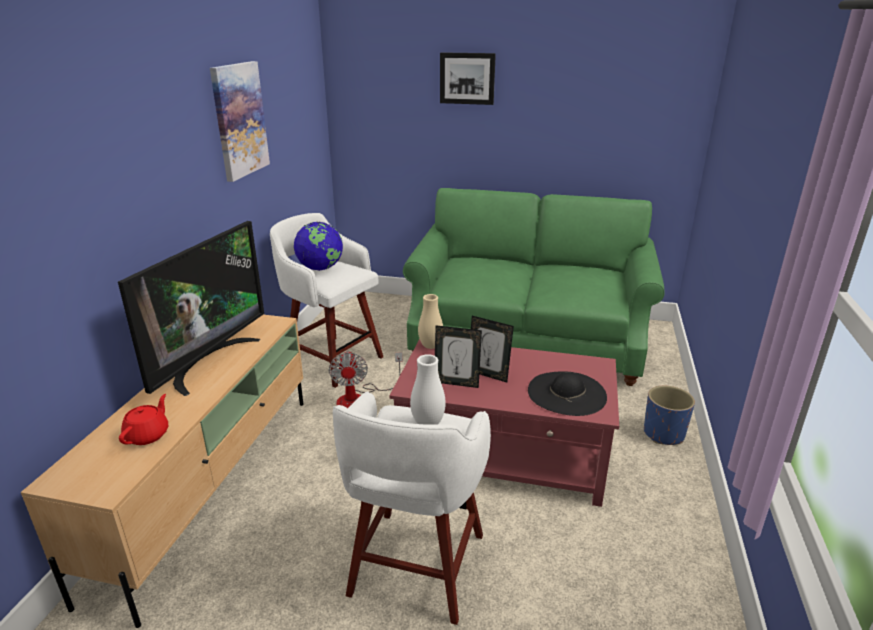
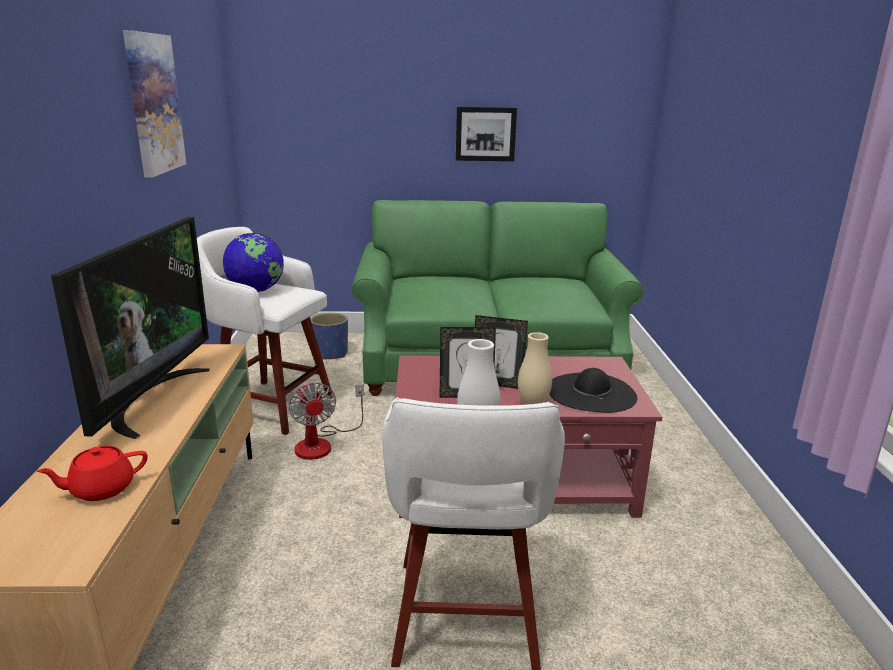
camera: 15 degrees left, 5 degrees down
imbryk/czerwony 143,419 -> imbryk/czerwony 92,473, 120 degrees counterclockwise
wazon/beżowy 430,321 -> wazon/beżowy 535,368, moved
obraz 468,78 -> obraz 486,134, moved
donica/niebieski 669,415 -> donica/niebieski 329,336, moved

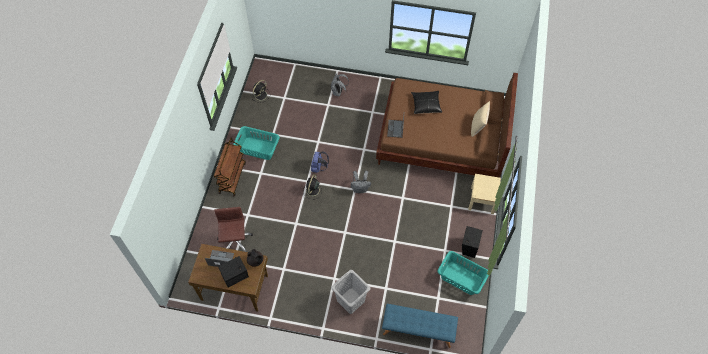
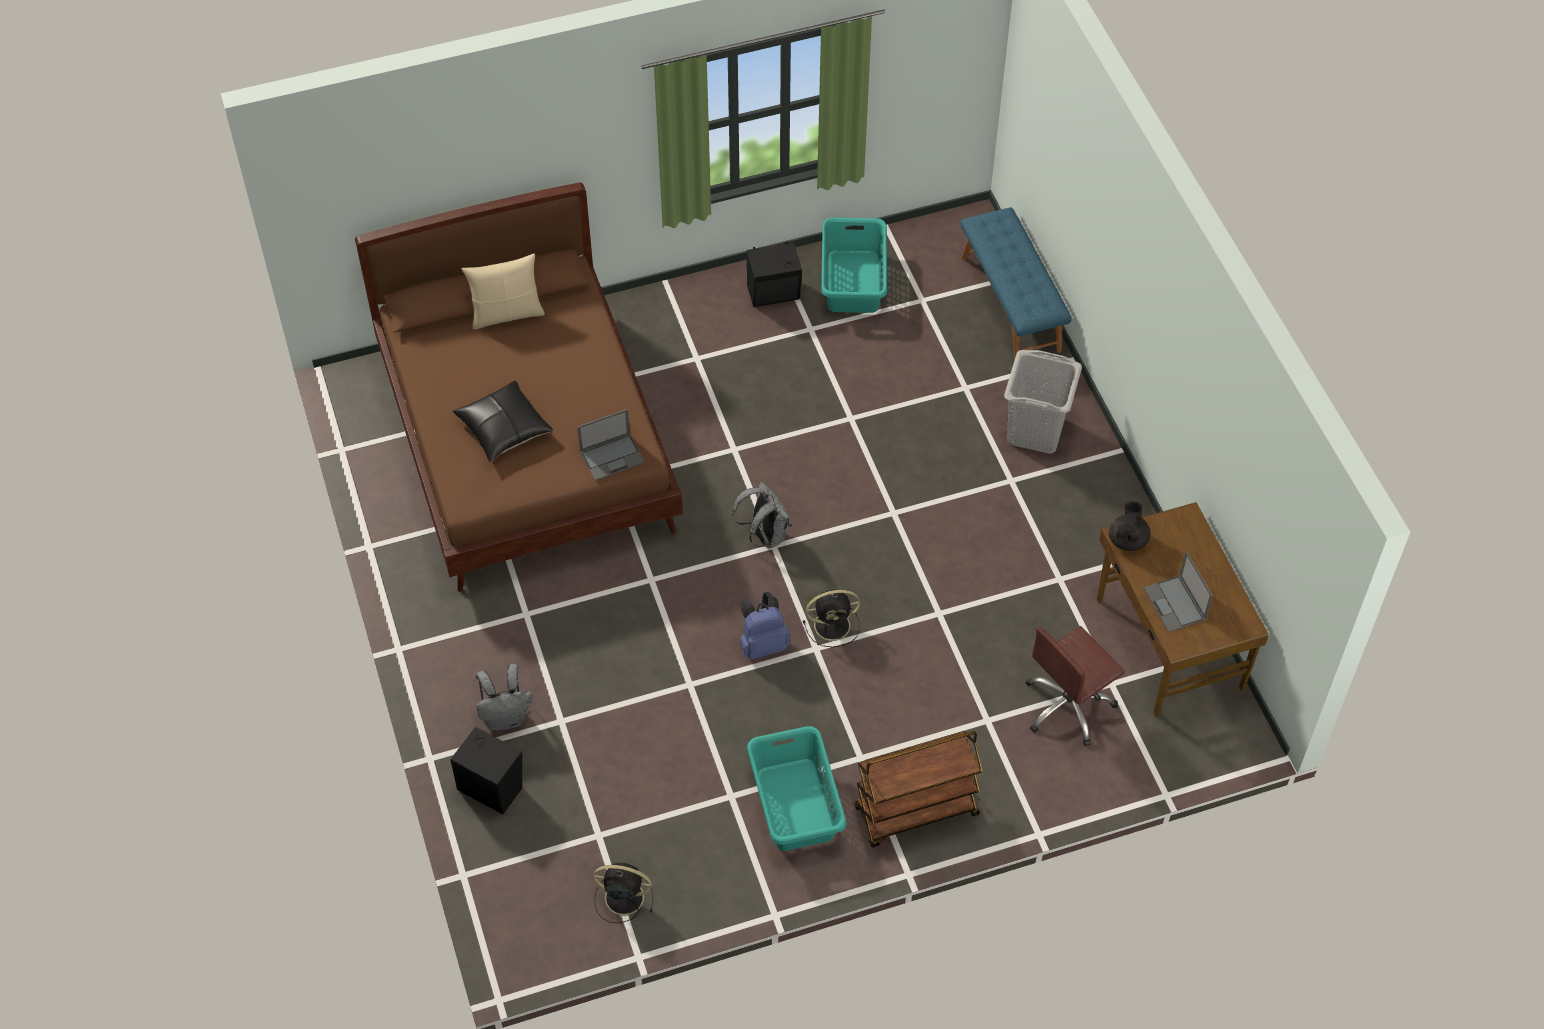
camera: 120 degrees left, 5 degrees down
głośnik/czarny 233,272 -> głośnik/czarny 486,771, moved
szafka nocna/beżowy 484,194 -> none

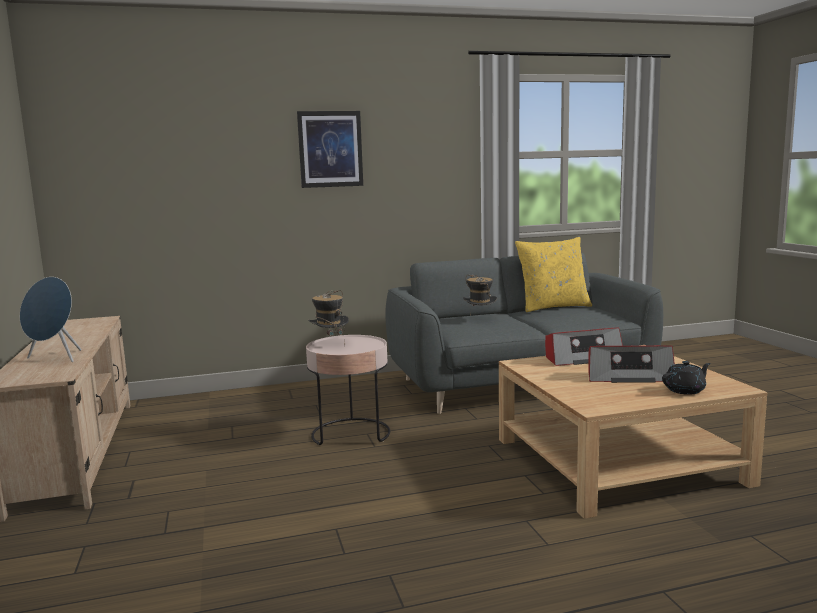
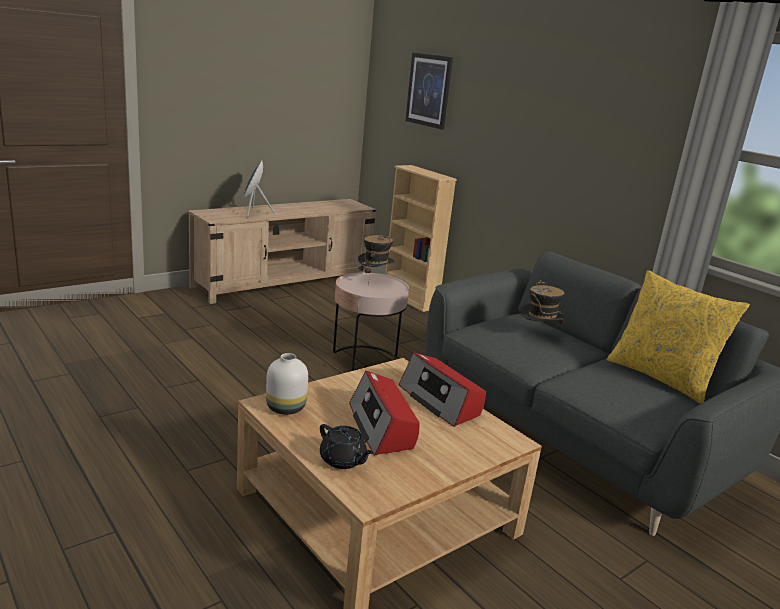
camera: 65 degrees right, 10 degrees up
obraz 330,149 -> obraz 429,91, moved
none -> wazon/biały 287,384
none -> regał/beżowy 421,238

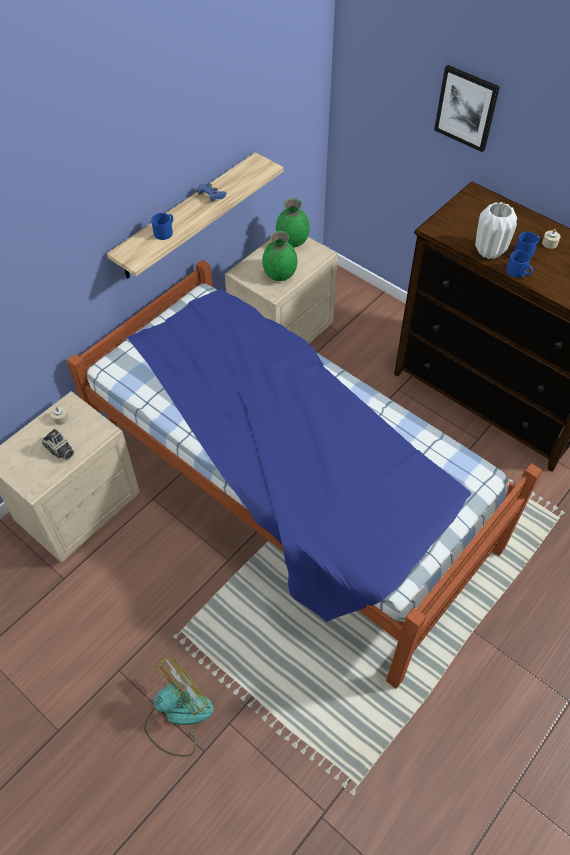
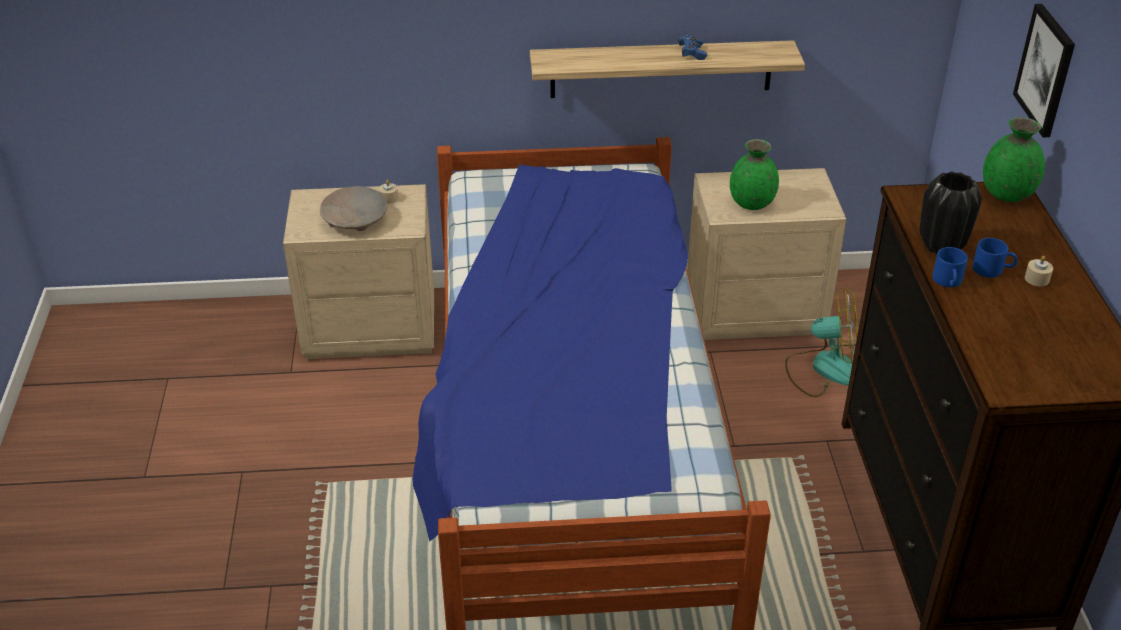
camera: 45 degrees right, 15 degrees down
aparat fotograficzny 58,444 -> miska/beżowy 354,208
wentylator 179,706 -> wentylator 821,342, moved
kubek/niebieski 162,226 -> none
wazon/zielony 293,223 -> wazon/zielony 1014,159, moved
wazon/biały 496,230 -> wazon/czarny 950,213

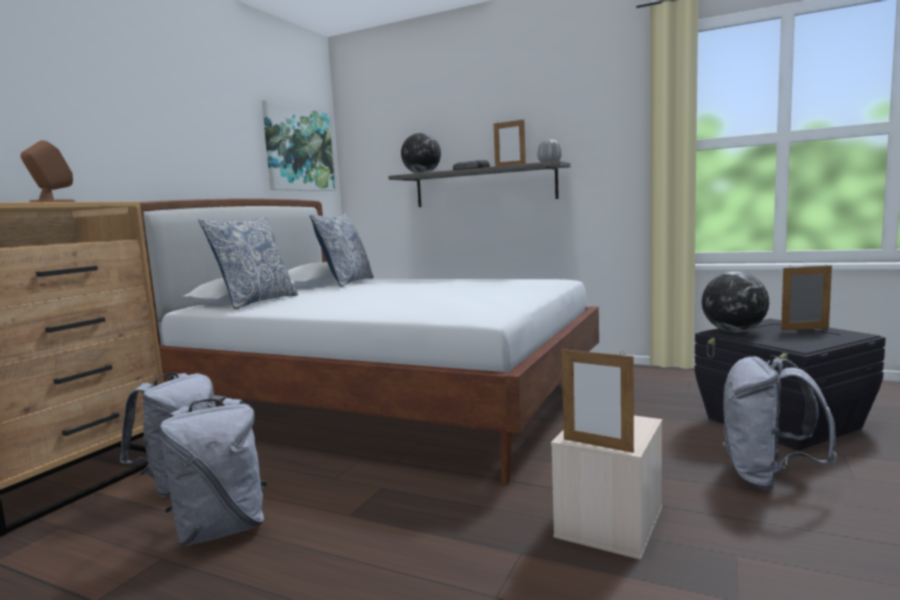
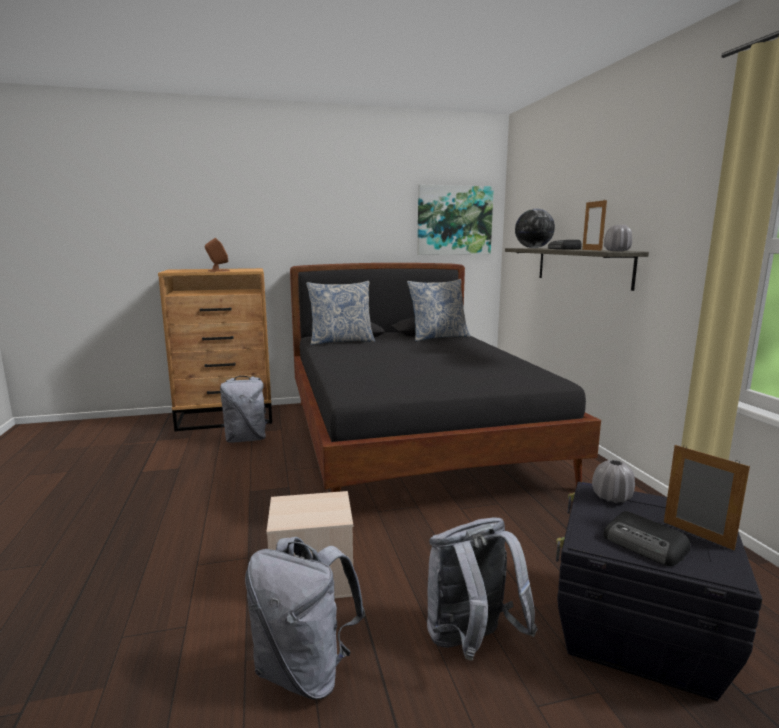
camera: 50 degrees right, 5 degrees up
łóżko/biały 369,341 -> łóżko/czarny 445,377
plecak/szary 213,472 -> plecak/szary 305,618, moved
ramka na zdjęcie 598,400 -> none
globus 735,302 -> wazon/szary 613,481
none -> radio 647,538

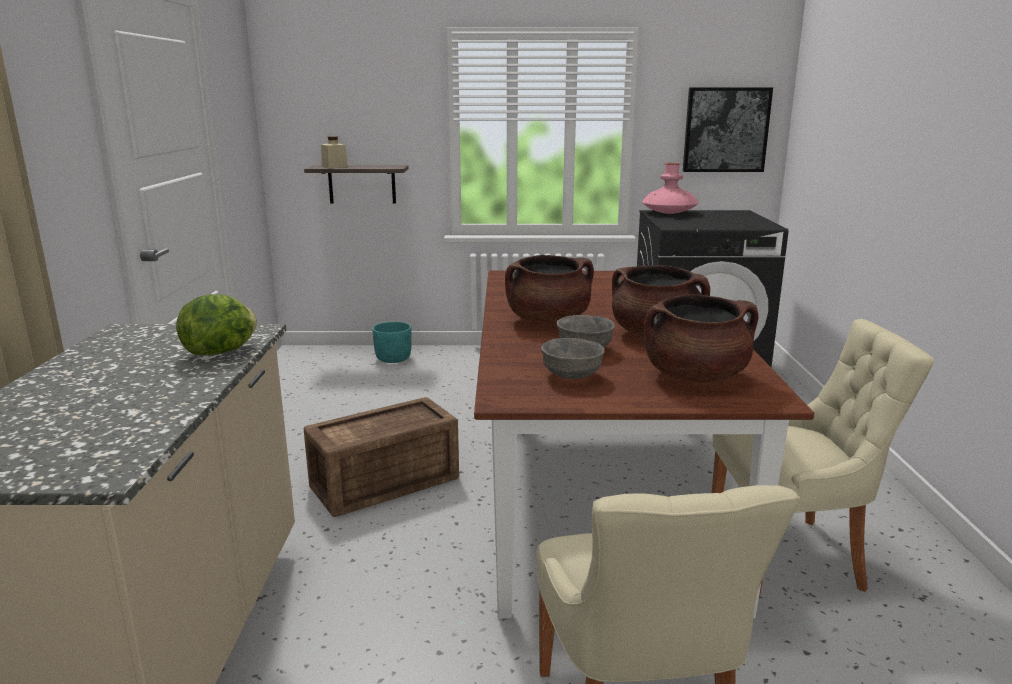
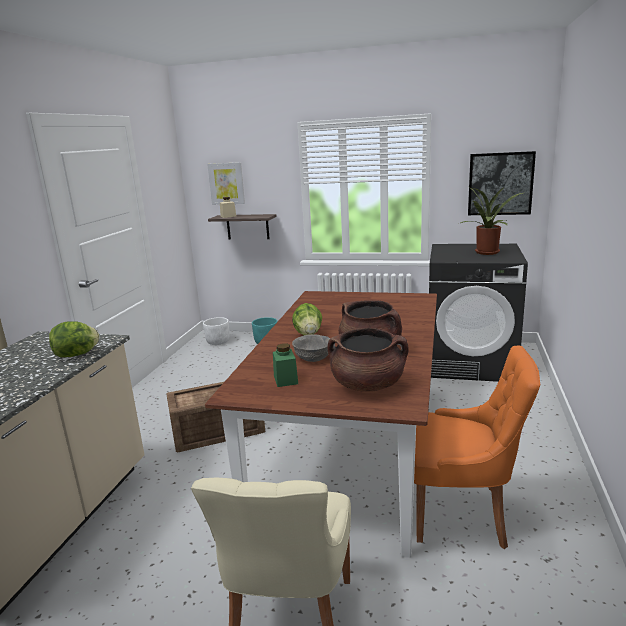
camera: 15 degrees right, 0 degrees up
garnek/brązowy 549,289 -> sałata 307,319
miska/szary 573,358 -> słoik/zielony 285,365
wazon/różowy 670,188 -> none
krzesło/beżowy 823,458 -> krzesło/pomarańczowy 477,447
none -> donica/biały 216,331
none -> obraz 226,183
none -> roślina doniczkowa 492,221

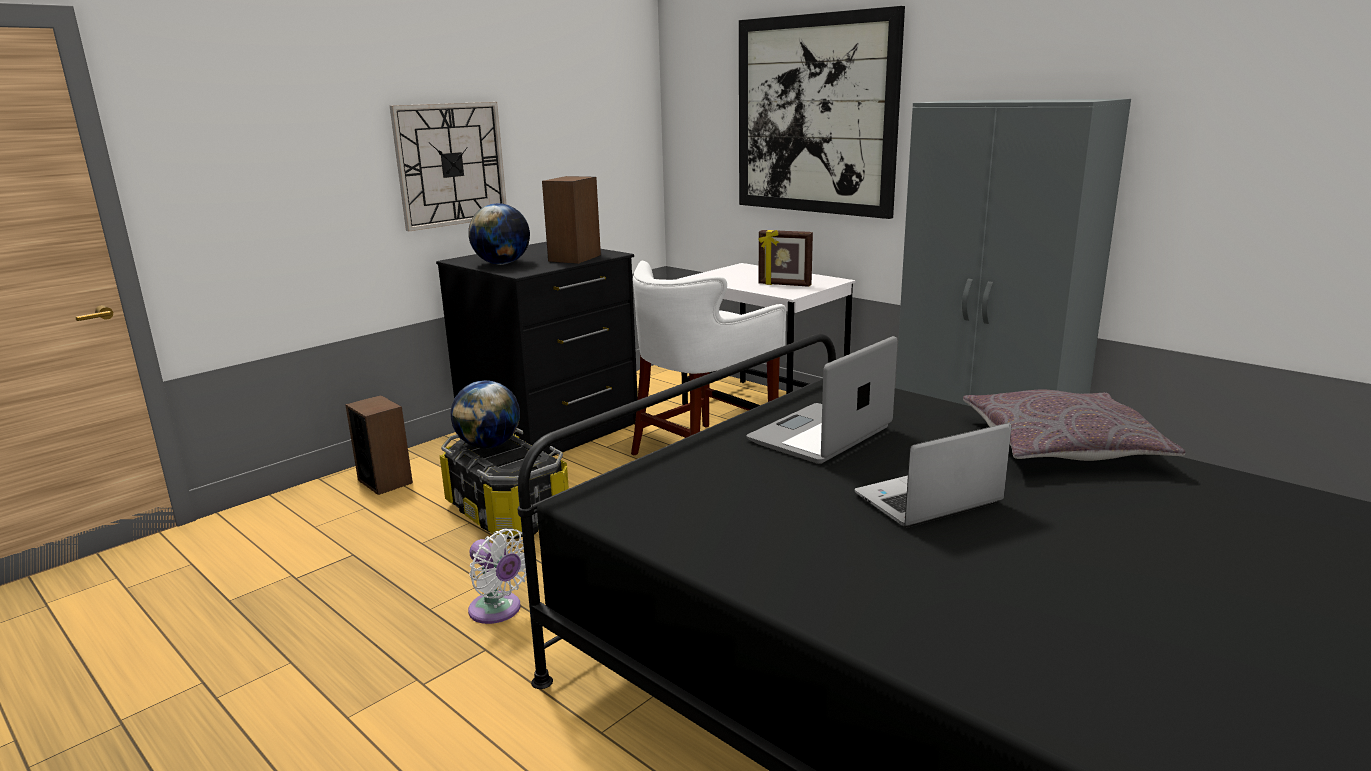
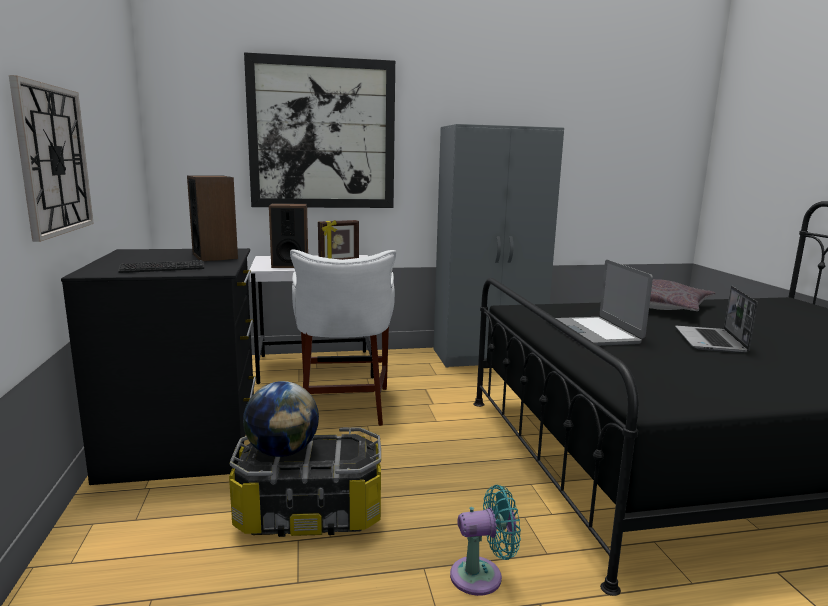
camera: 55 degrees left, 5 degrees down
głośnik 379,445 -> głośnik 288,235, moved
globus 499,234 -> klawiatura 161,266
wentylator/biały 497,576 -> wentylator/turkusowy 485,540

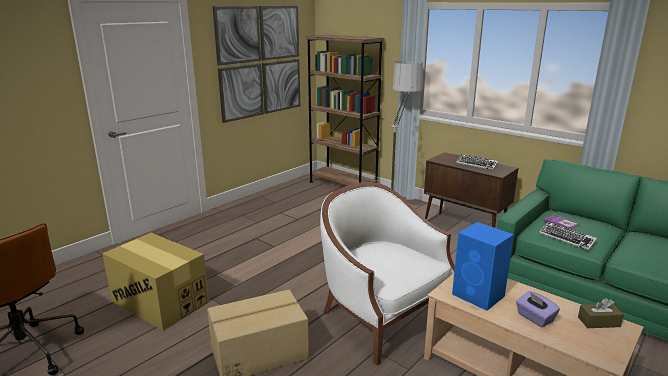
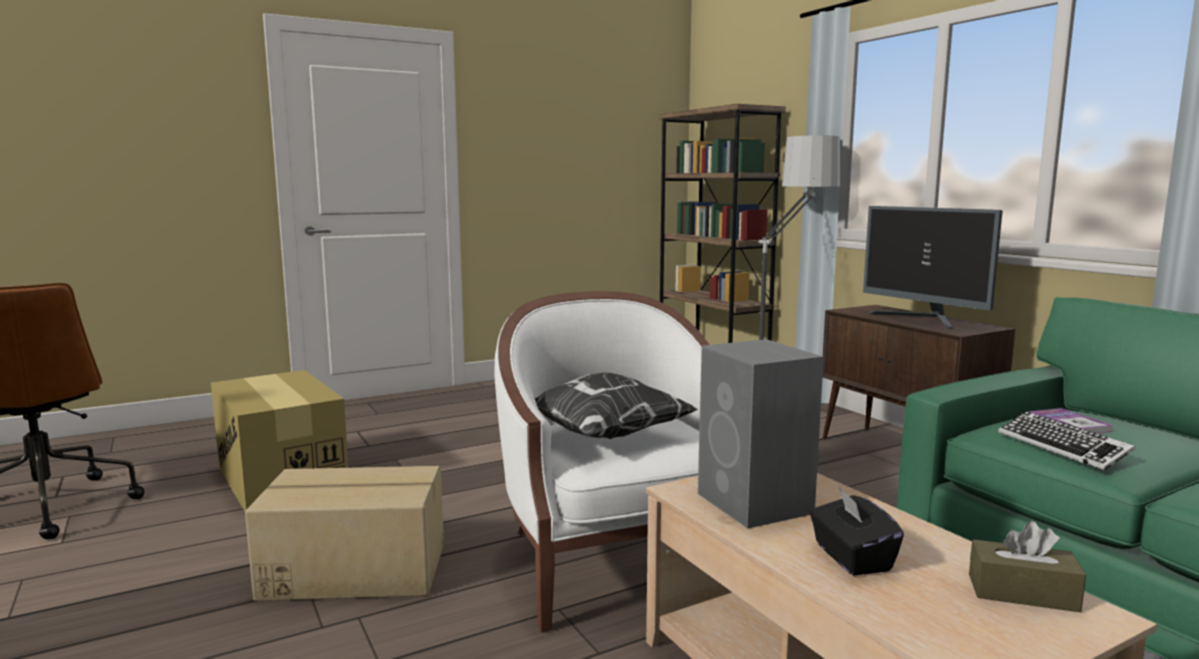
camera: 20 degrees right, 10 degrees down
obraz 256,64 -> none
głośnik/niebieski 483,266 -> głośnik/szary 761,434
klawiatura 477,162 -> monitor 933,267
pudełko chusteczek/fioletowy 538,309 -> pudełko chusteczek/czarny 856,532
none -> poduszka 616,406

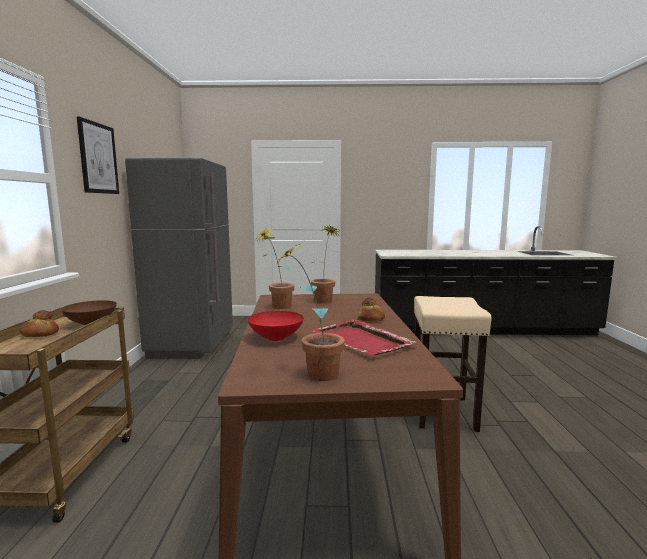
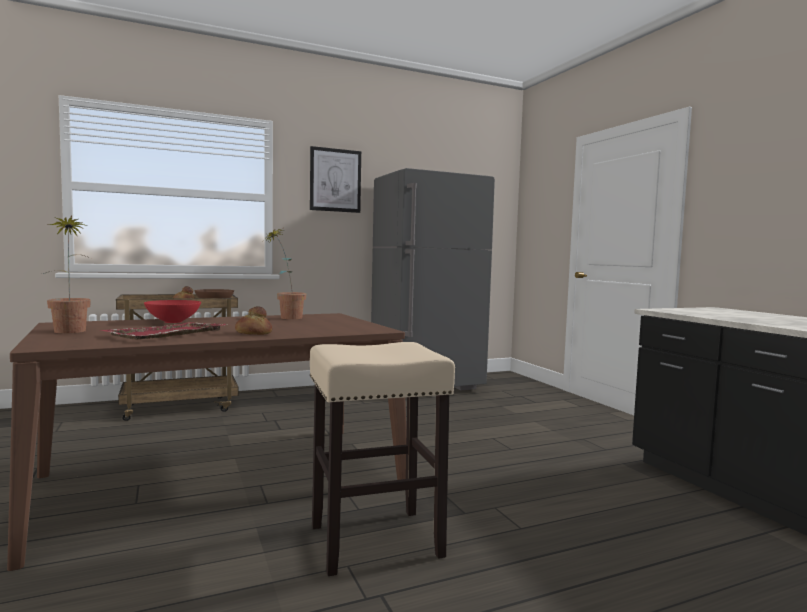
camera: 65 degrees right, 5 degrees down
roślina doniczkowa 325,264 -> none

